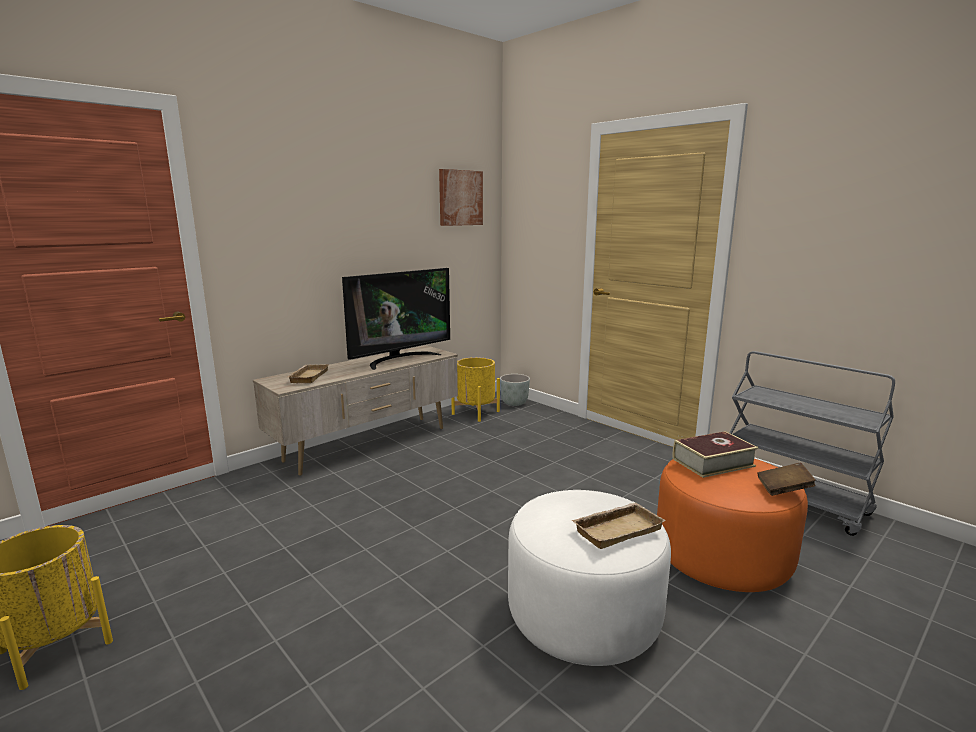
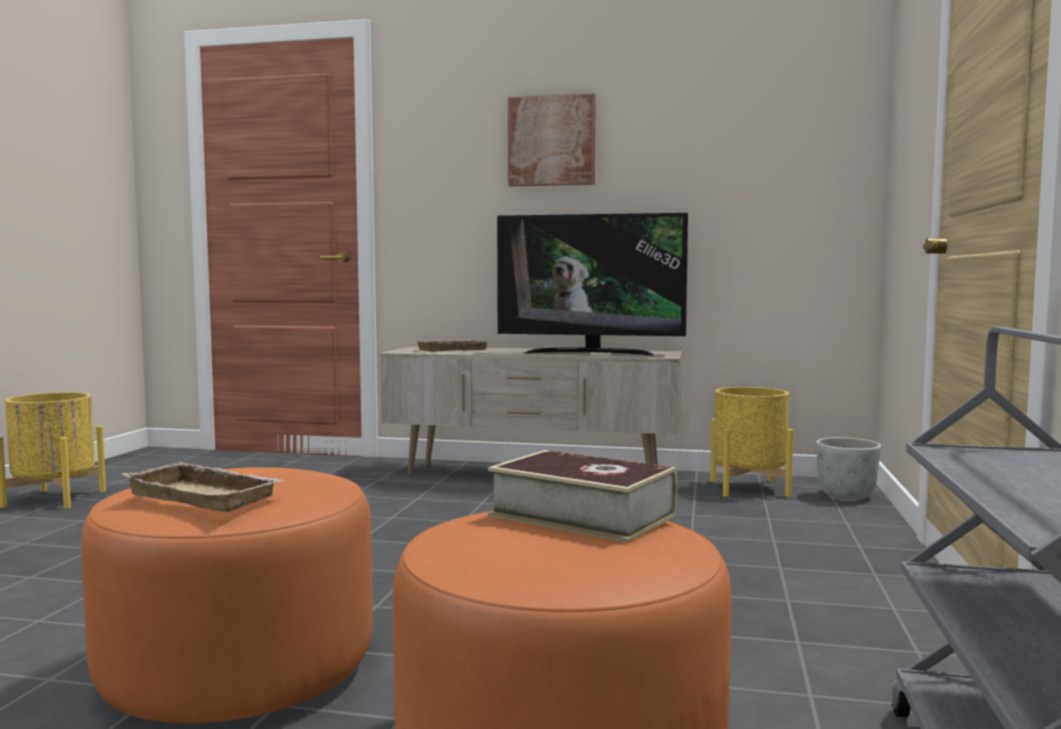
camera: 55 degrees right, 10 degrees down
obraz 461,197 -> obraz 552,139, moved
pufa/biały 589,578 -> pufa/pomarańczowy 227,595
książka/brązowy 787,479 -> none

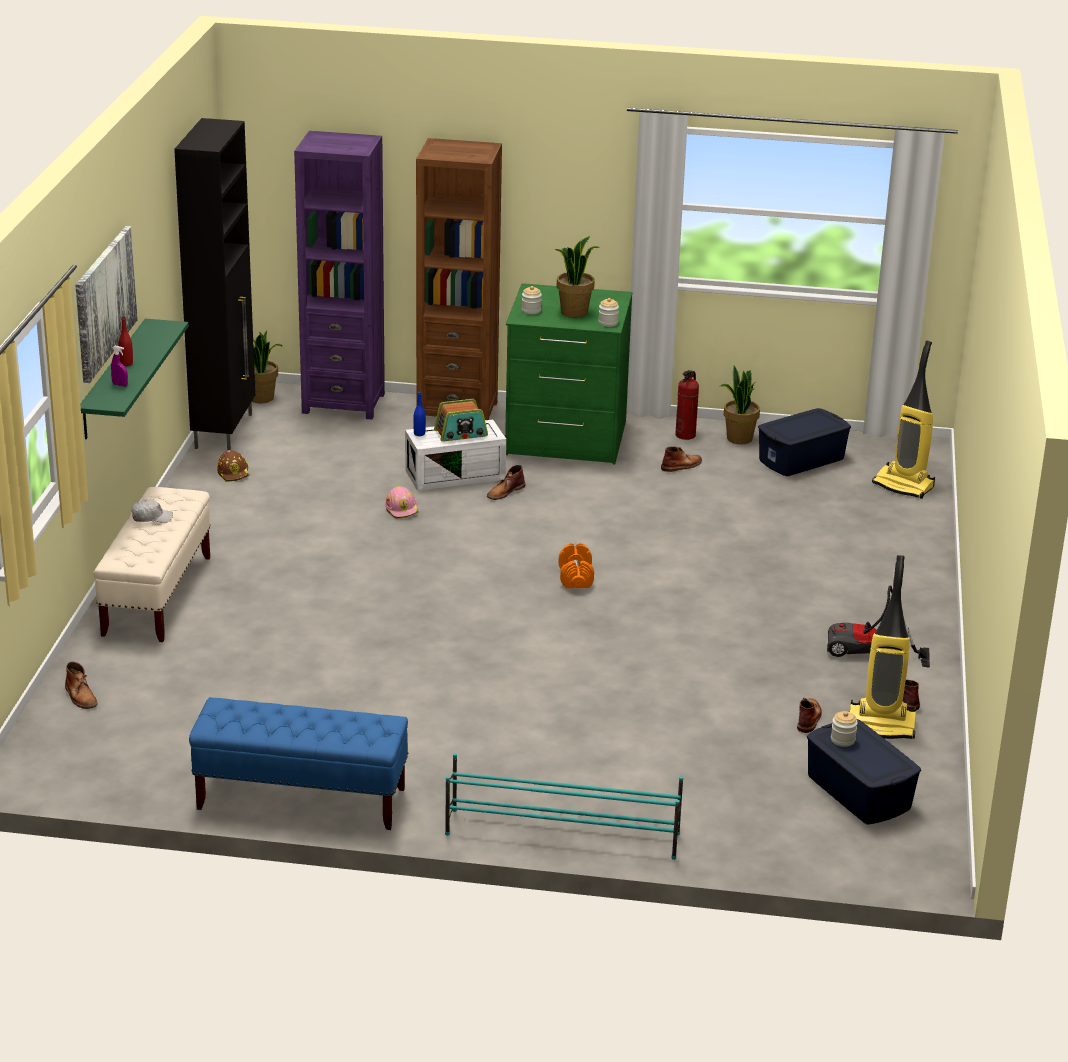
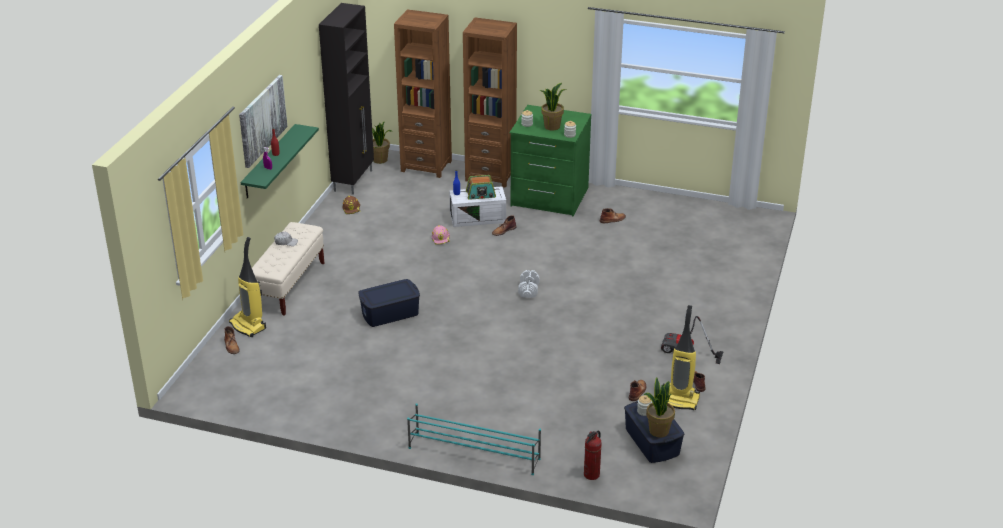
camera: 10 degrees right, 5 degrees up
ławka/niebieski 298,763 -> none
regał/fioletowy 339,275 -> regał/brązowy 423,93
hantel/pomarańczowy 576,565 -> hantel/biały 528,284
gaśnica 687,405 -> gaśnica 593,455, moved
roślina doniczkowa 740,404 -> roślina doniczkowa 659,407, moved
pojemnik do przechowywania/niebieski 804,442 -> pojemnik do przechowywania/niebieski 389,303, moved
odkurzacz 903,419 -> odkurzacz 247,287, moved

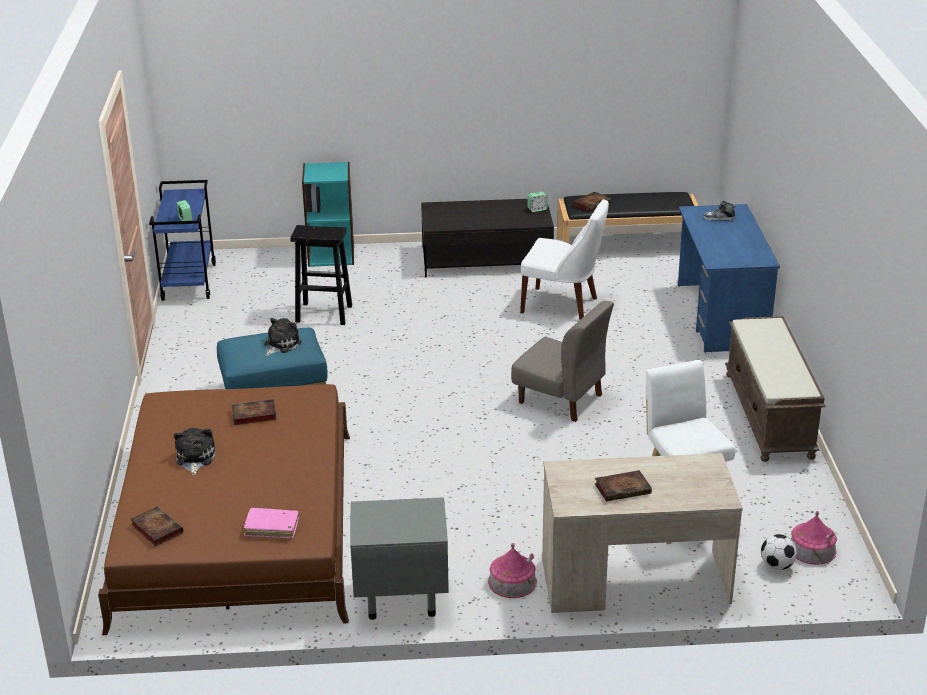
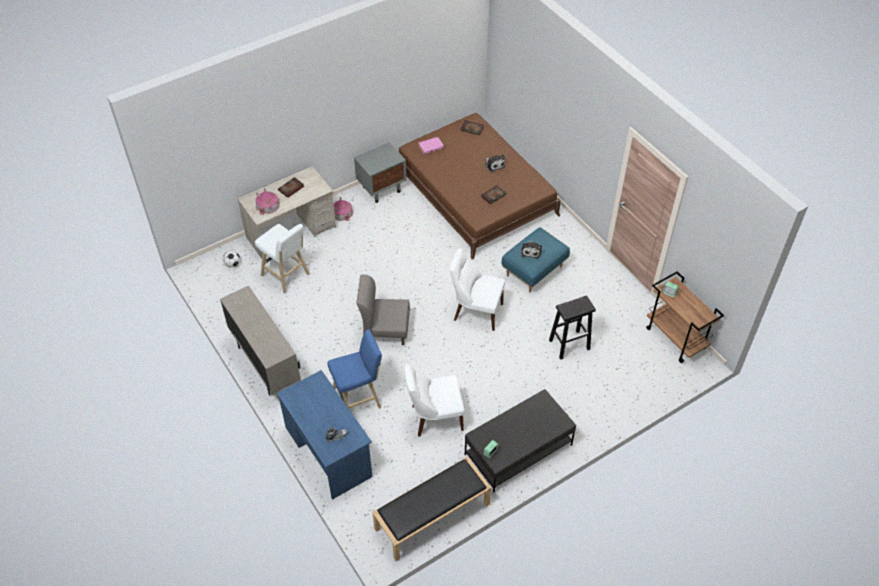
camera: 150 degrees right, 20 degrees up
wózek/niebieski 182,240 -> wózek/brązowy 685,317
regał/turkusowy 328,214 -> none
książka 592,202 -> none
ławka/brązowy 775,389 -> szafka/beżowy 260,341
domek 814,538 -> domek 268,201, moved
none -> stołek/niebieski 354,369
none -> krzesło/biały 477,289

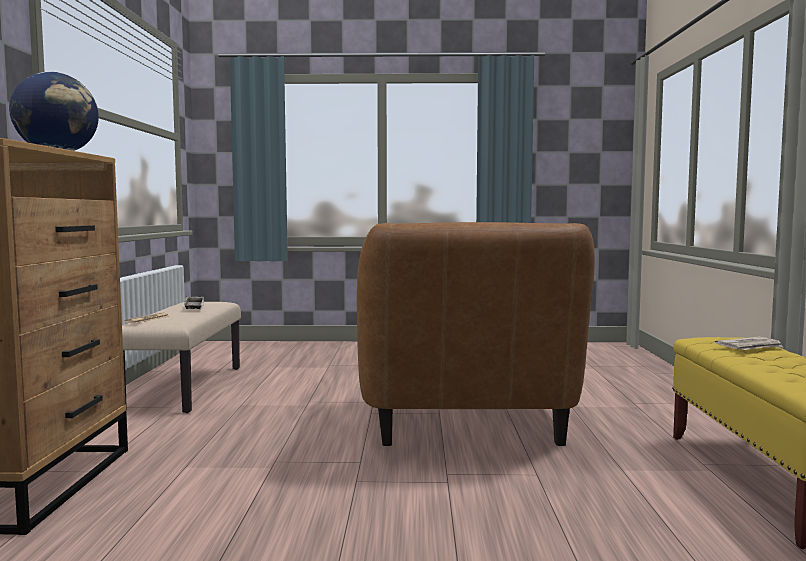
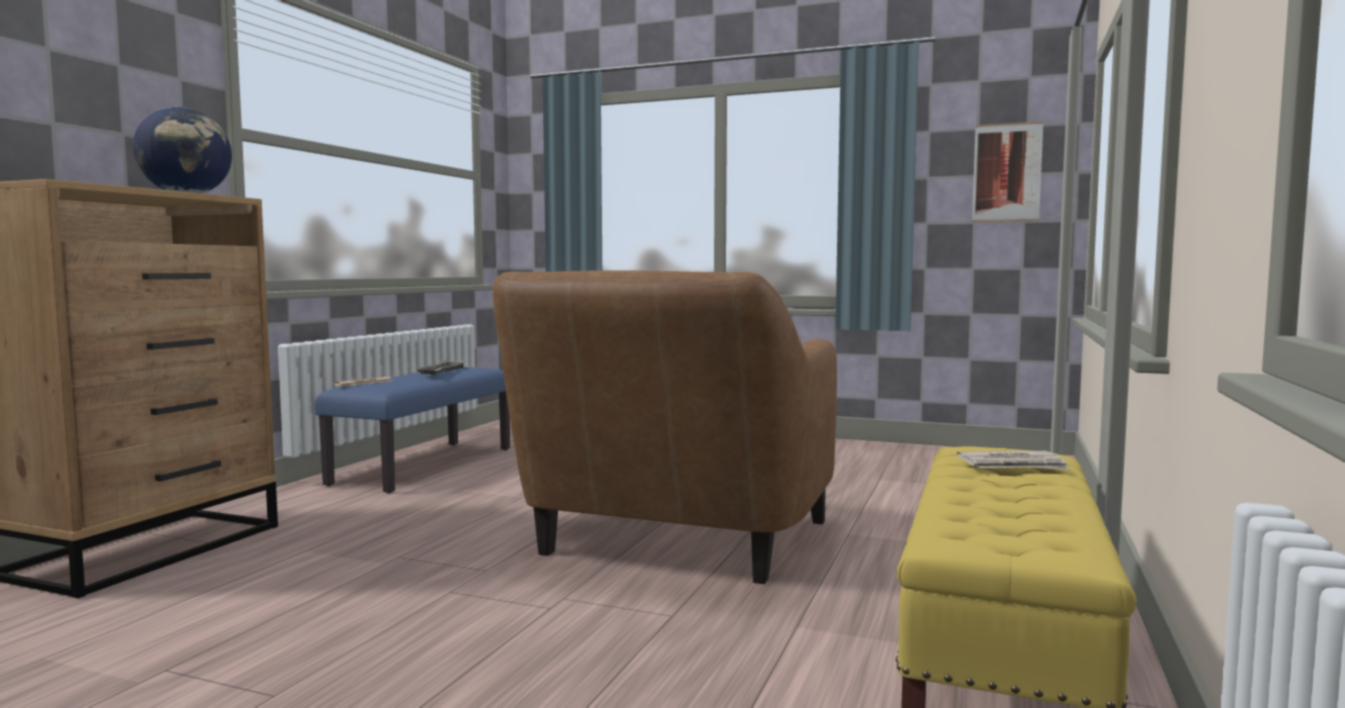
camera: 20 degrees right, 0 degrees up
ławka/beżowy 181,357 -> ławka/niebieski 412,430
none -> obraz 1008,171

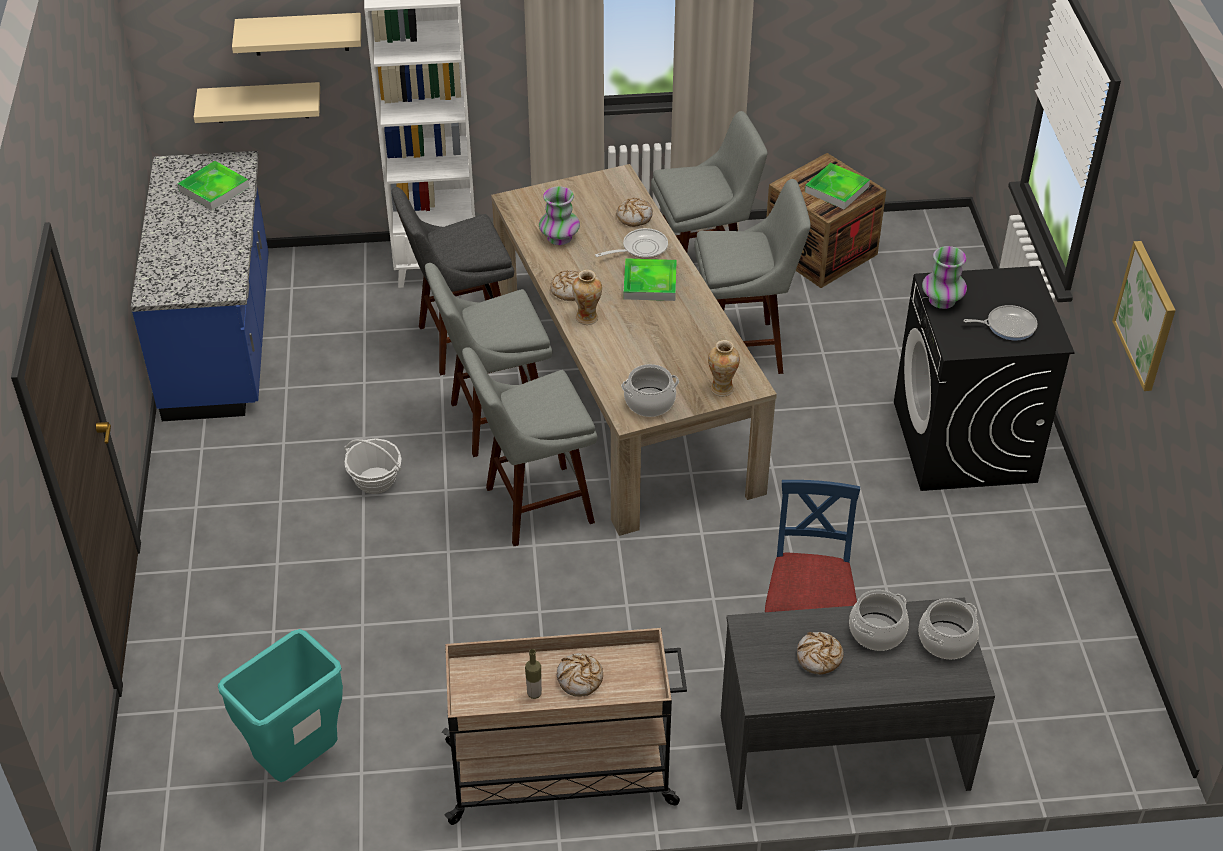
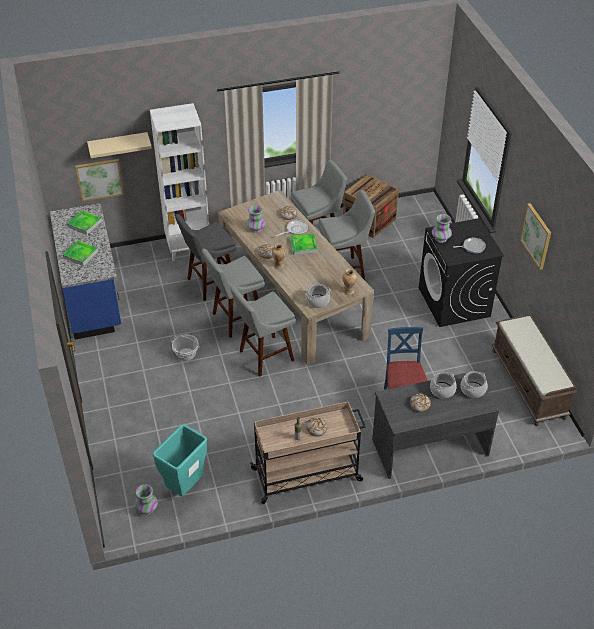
camera: 10 degrees left, 0 degrees up
półka/beżowy 257,102 -> obraz 99,180
taca 837,186 -> taca 80,253, moved
none -> wazon 146,499
none -> ławka/brązowy 534,370

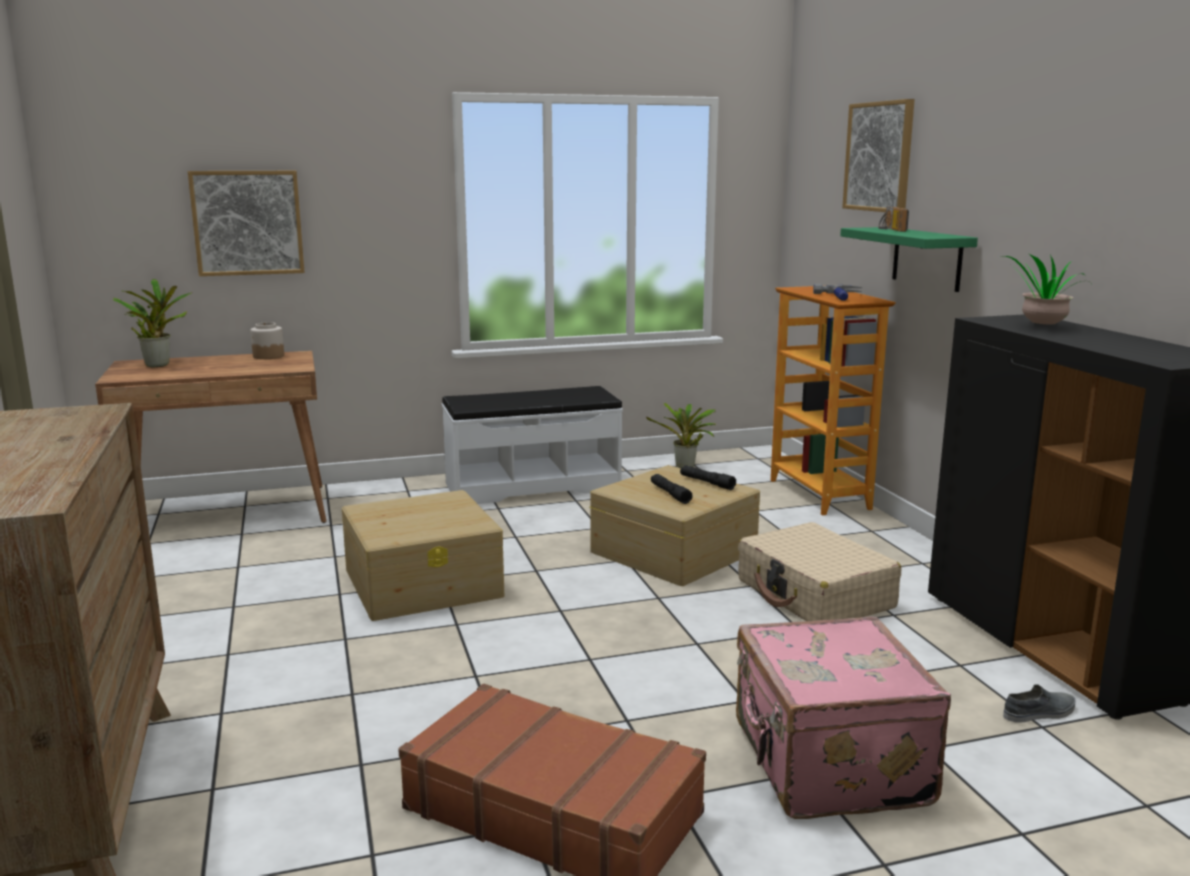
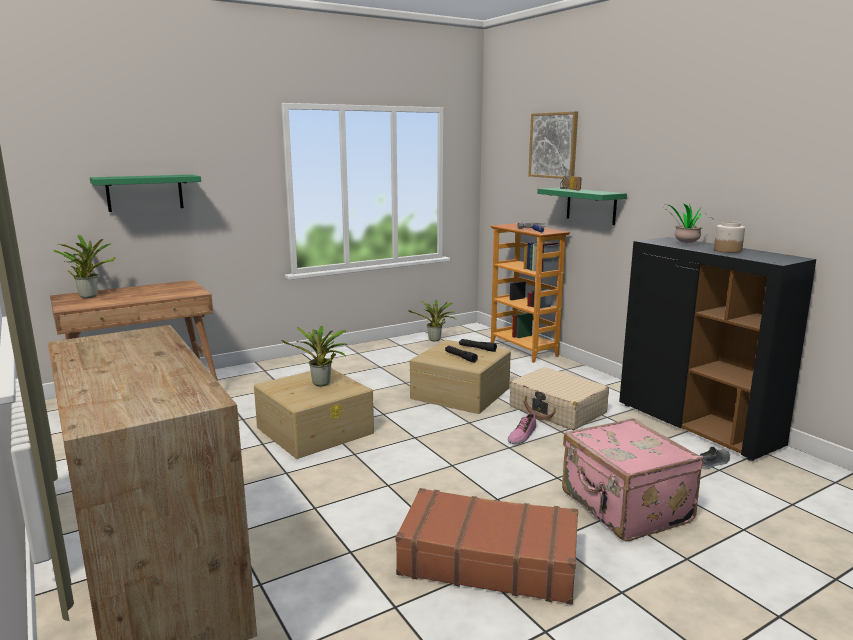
camera: 15 degrees left, 0 degrees up
obraz 246,223 -> półka/zielony 145,193
słoik 267,340 -> słoik 729,237, moved
ławka/biały 532,445 -> none
none -> roślina doniczkowa 314,356
none -> but 522,428

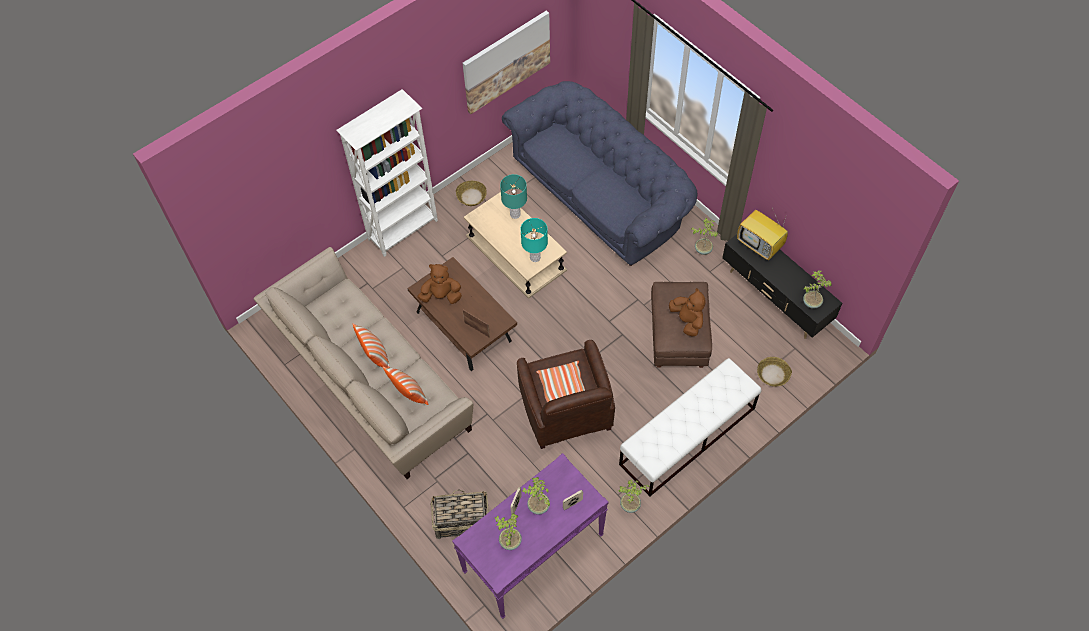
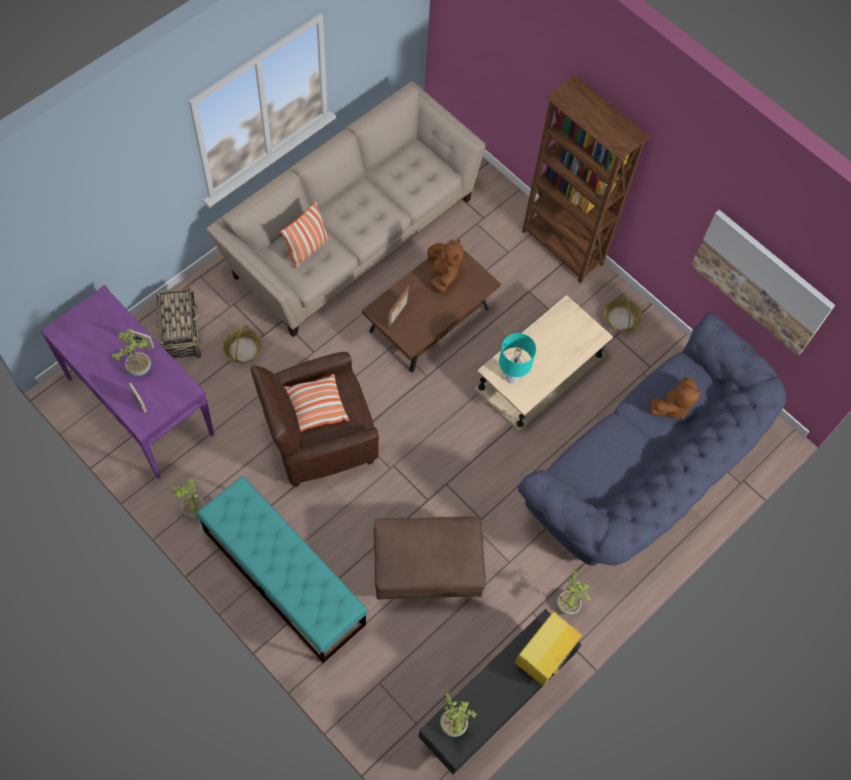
camera: 80 degrees right, 5 degrees up
regał/biały 387,173 -> regał/brązowy 586,180
poduszka 371,345 -> none
roślina doniczkowa 508,531 -> none
lampa stołowa/turkusowy 513,196 -> none
ławka/biały 690,427 -> ławka/turkusowy 282,570
pluszak/brązowy 687,312 -> pluszak/brązowy 675,398, moved
koszyk 774,371 -> koszyk 242,344, moved

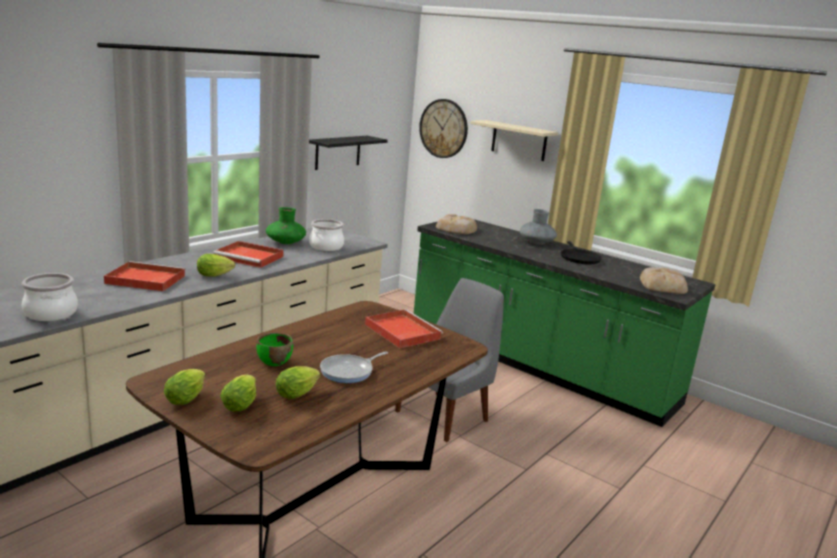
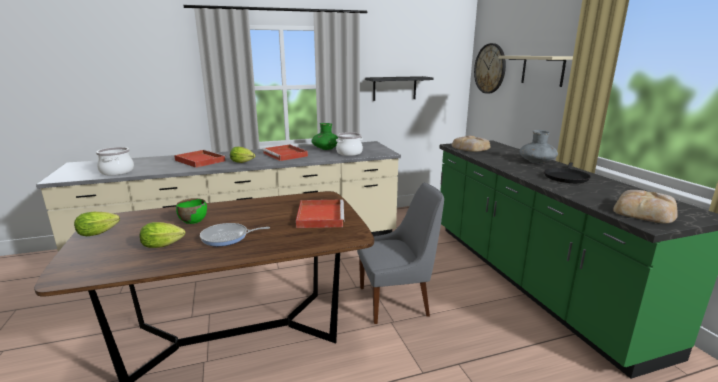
camera: 35 degrees right, 0 degrees up
sałata 238,393 -> none

